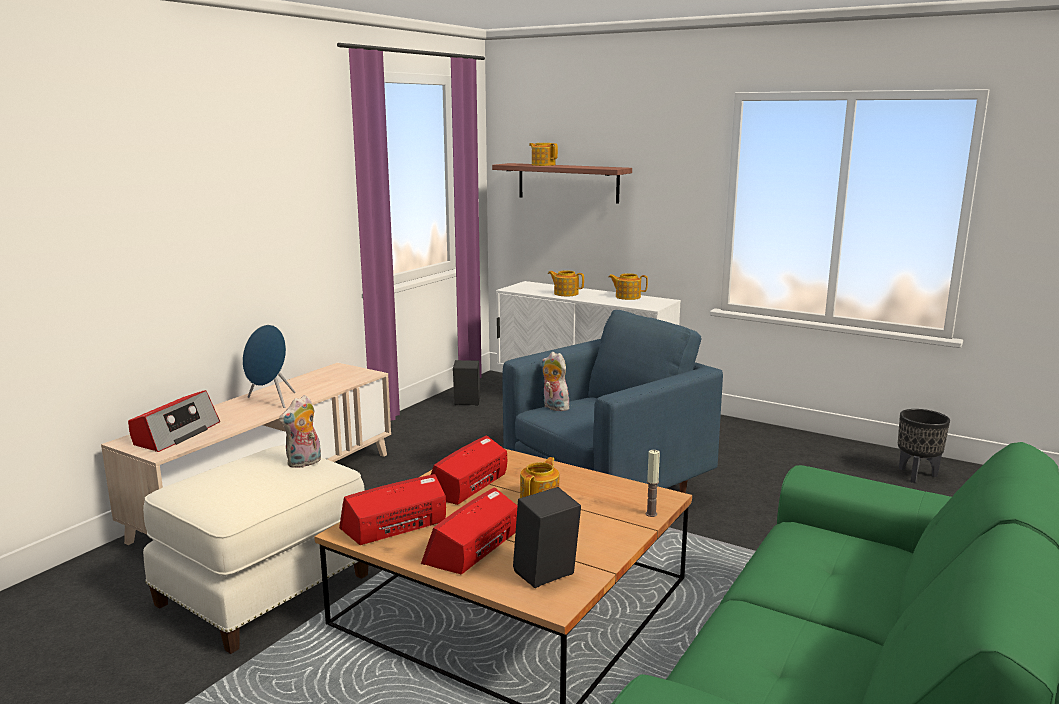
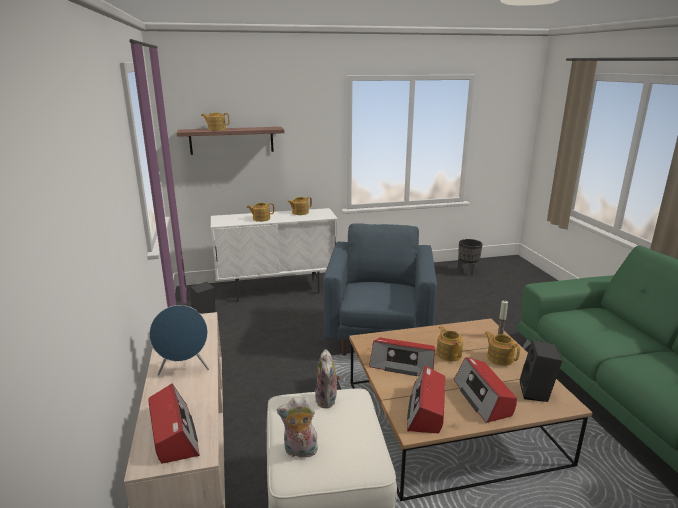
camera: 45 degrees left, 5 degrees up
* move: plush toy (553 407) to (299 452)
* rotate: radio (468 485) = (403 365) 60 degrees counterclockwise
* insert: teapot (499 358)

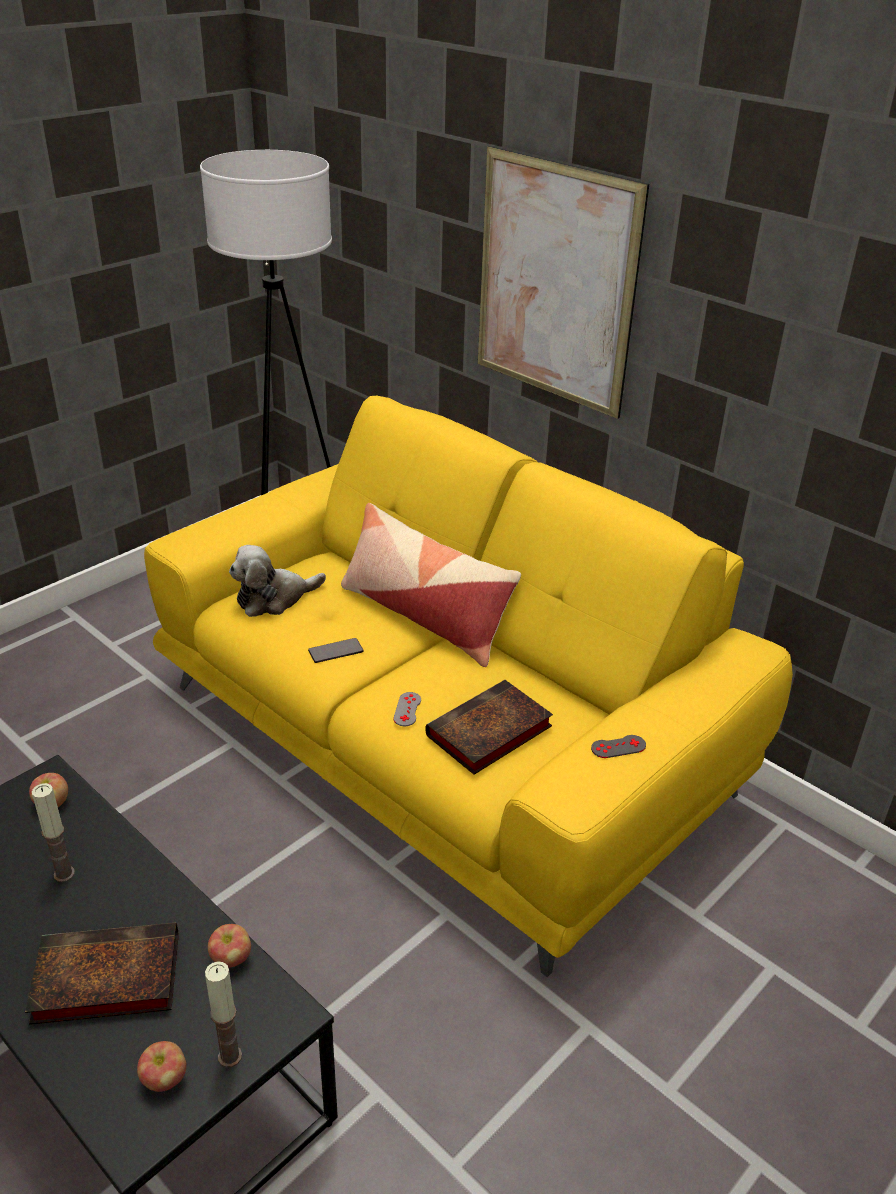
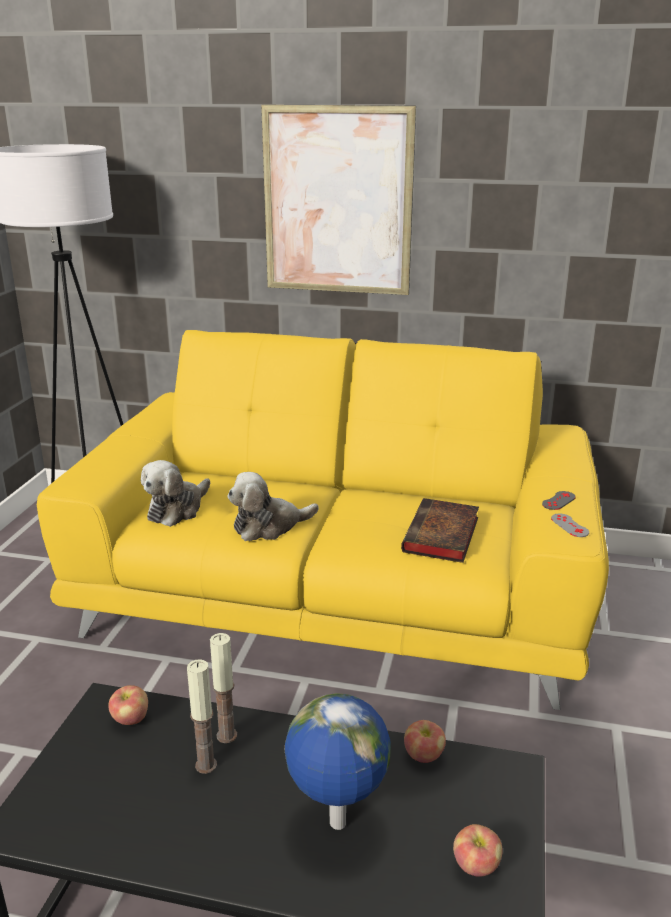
camera: 30 degrees left, 10 degrees down
* move: candle (230 1056) to (226 735)
* replace: phone (336 651) to plush toy (269 526)
* replace: book (103 980) to globe (336 824)
* move: game controller (grey) (407 709) to (569 525)
* delete: pillow (424 615)

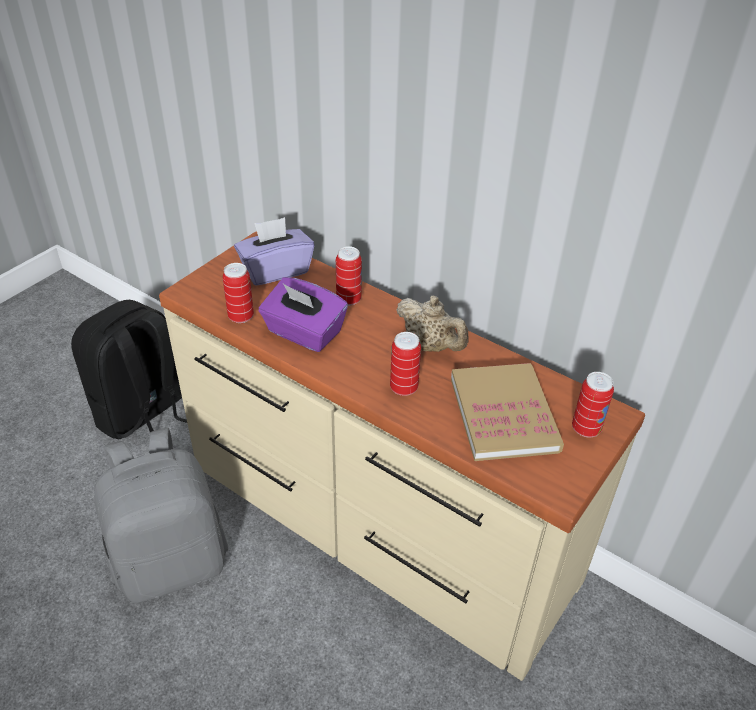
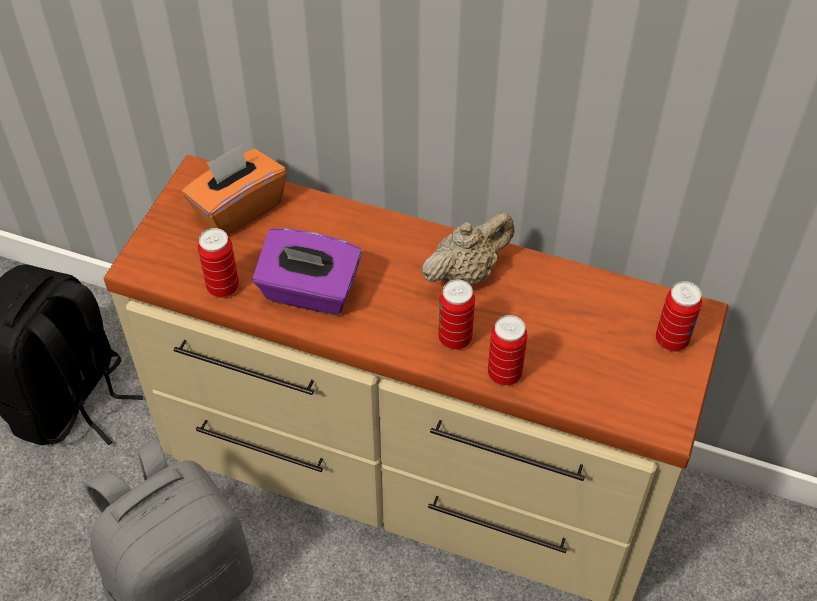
camera: 15 degrees left, 10 degrees up
* recolor: tissue box (purple) (275 270) to tissue box (orange) (238 209)
* rotate: teapot (beige) (430 346) = (466 273) 60 degrees counterclockwise
* move: can (348 299) to (504 374)
* delete: book (503 414)

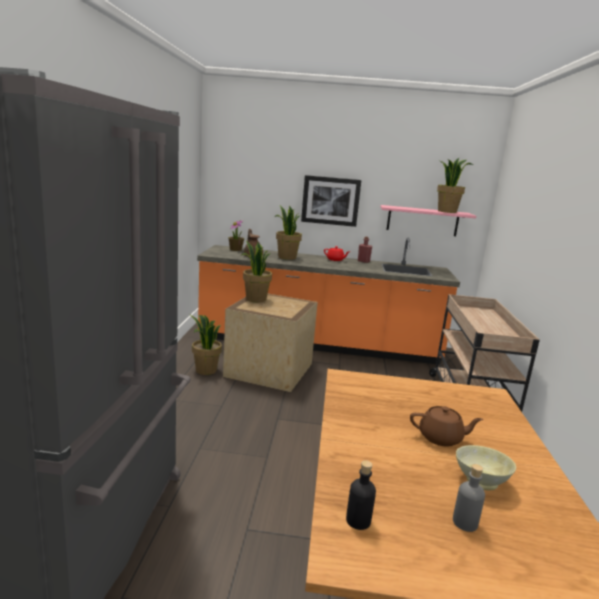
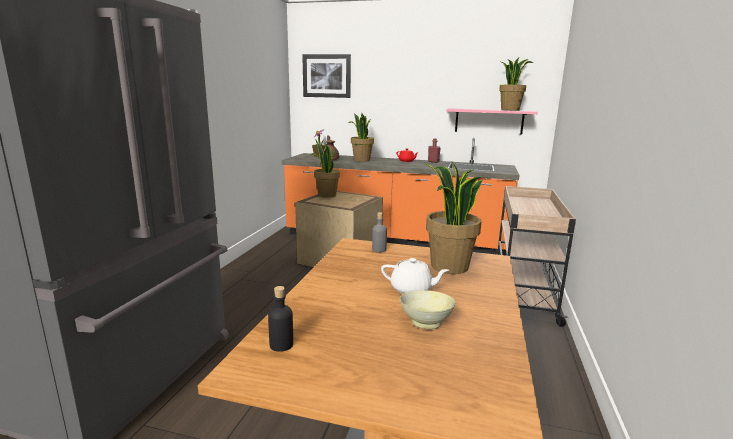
camera: 10 degrees right, 0 degrees up
* move: picture (330 201) to (326 76)
* move: bottle (grey) (465 522) to (379 250)
* recolor: teapot (brown) (441 438) to teapot (white) (412 289)
* move: potted plant (205 370) to (448 267)

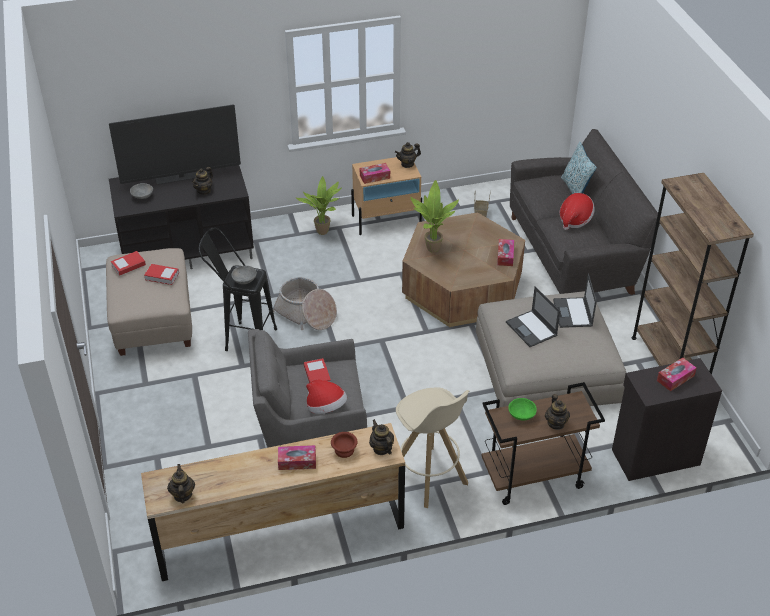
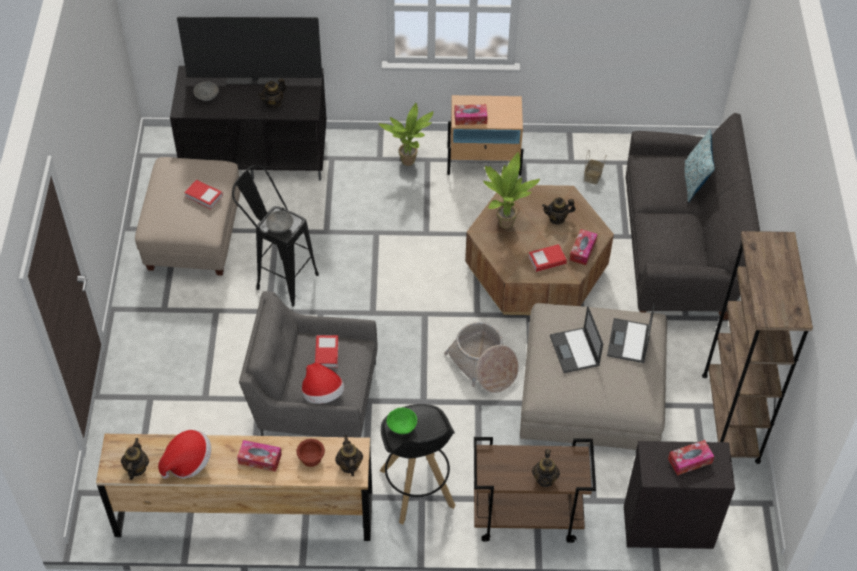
camera: 15 degrees right, 10 degrees up
* move: hat (574 219) to (187 462)
* recolor: stool (beige) (429 477) to stool (black) (417 489)
* move: bowl (green) (521 415) to (401 426)
* move: basket (306 314) to (483 365)
* move: book (128 265) to (547 260)
* move: teapot (407 164) to (557 218)

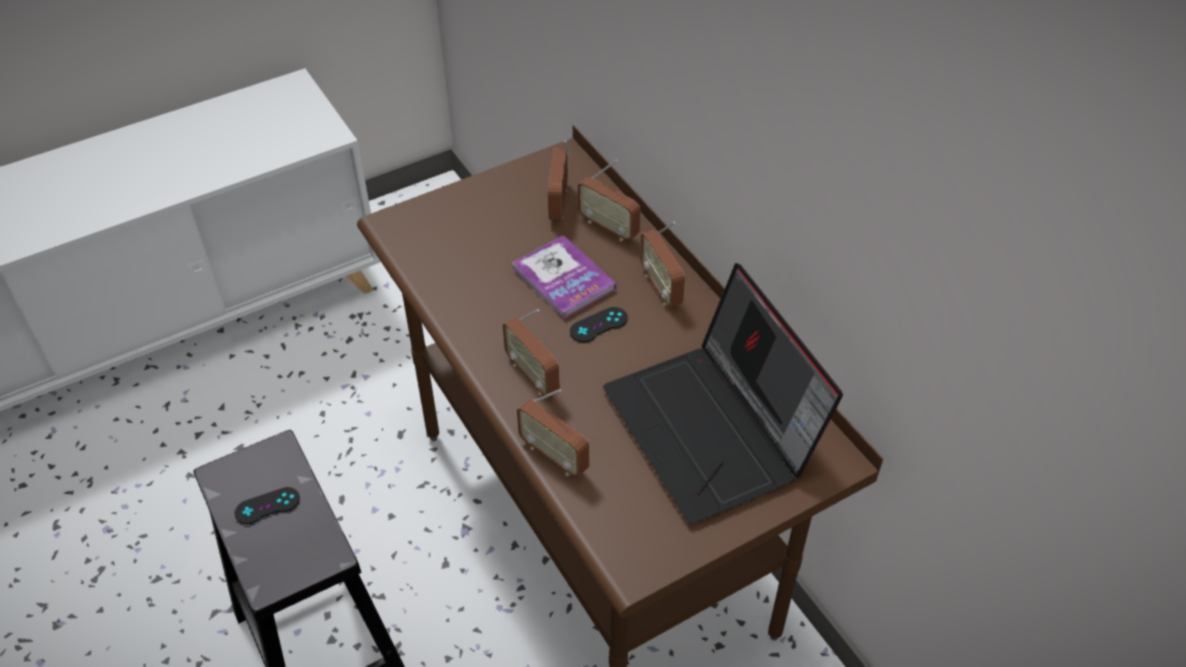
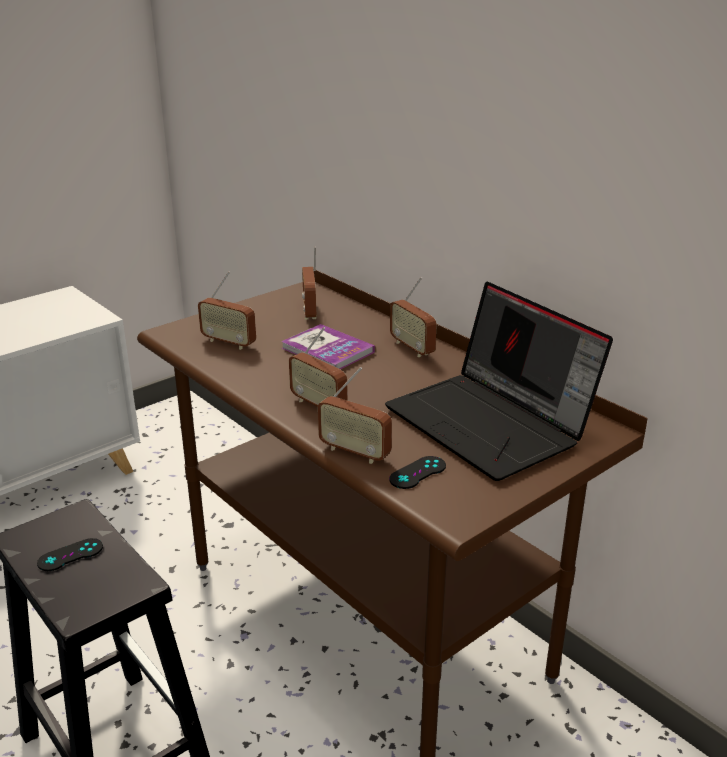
camera: 10 degrees left, 20 degrees down
* move: radio (608 227) to (229 342)
* move: game controller (black) (598 325) to (417 473)

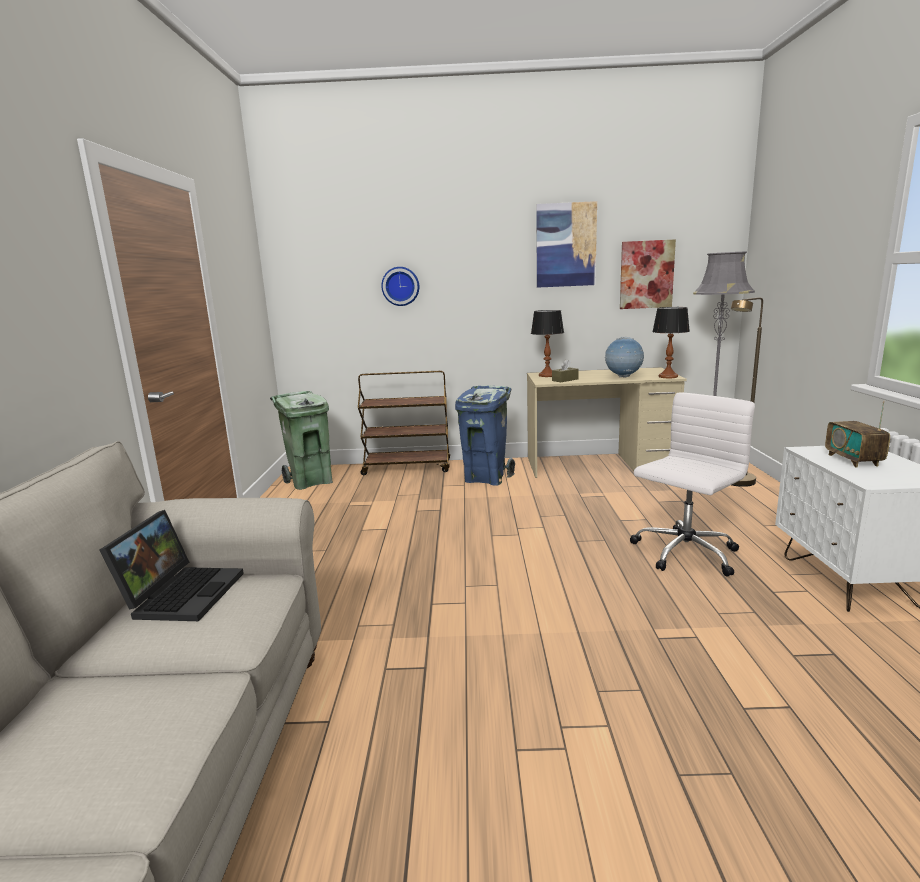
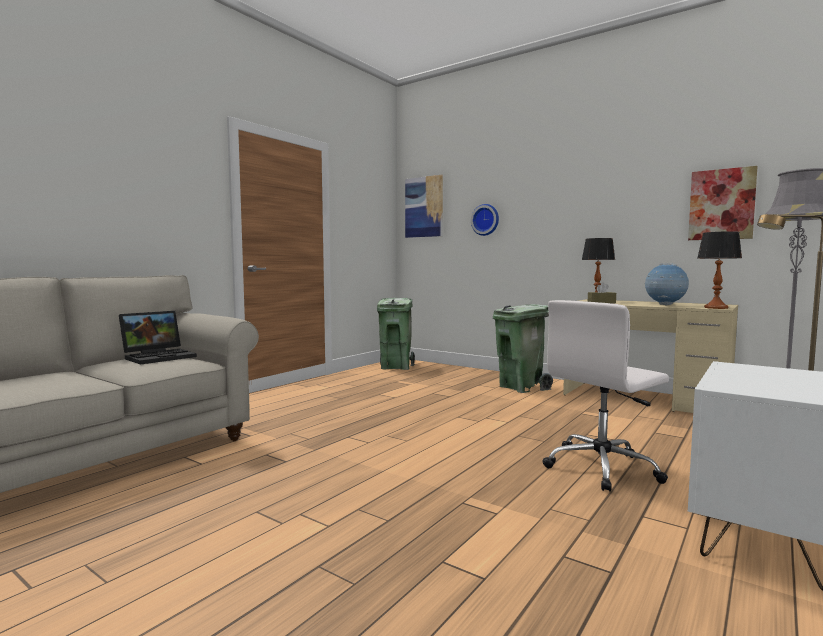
camera: 35 degrees right, 10 degrees down
* move: picture (566 245) to (424 207)
* recolor: trash can (blue) (486 478) to trash can (green) (521 387)
* rotate: office chair (white) (684 553) = (602 467) 150 degrees clockwise
* delete: cart (brown) (408 467)
* delete: radio (853 460)

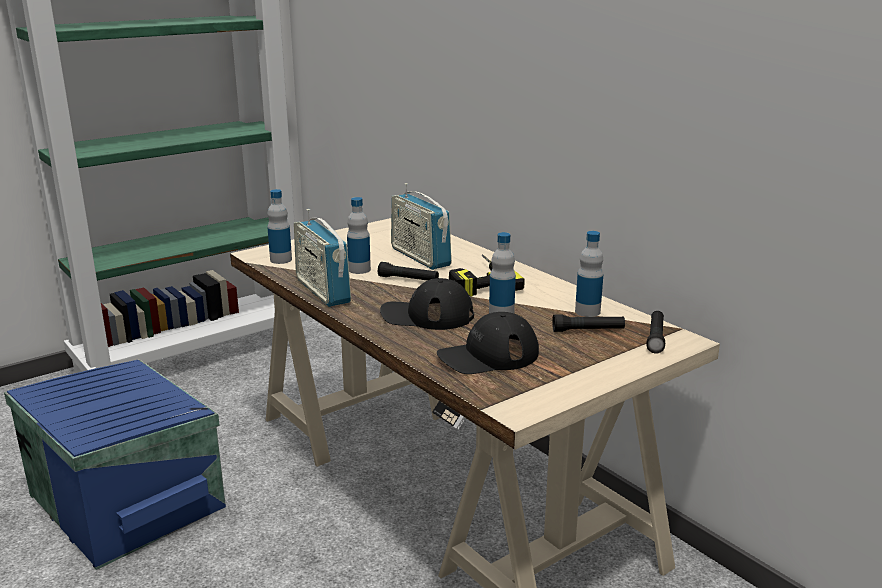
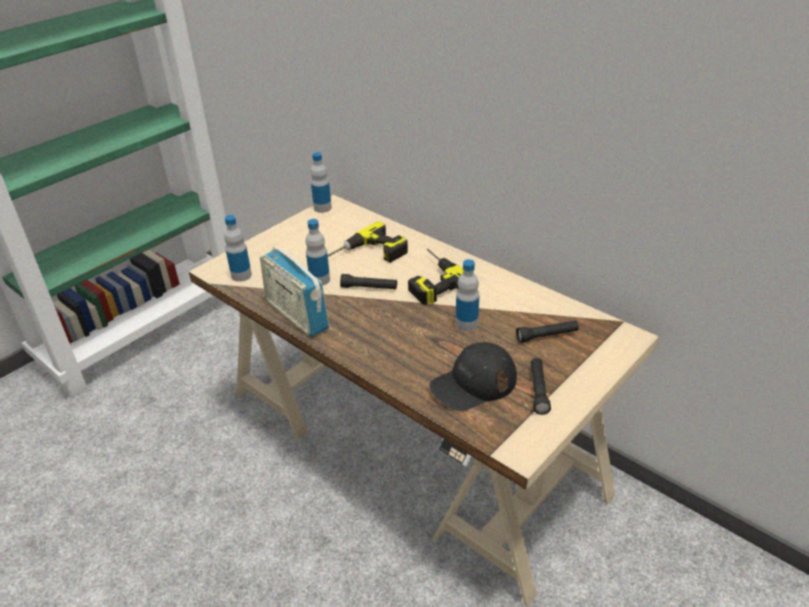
camera: 10 degrees left, 15 degrees up
* move: bottle (587 312) to (322 208)
* replace: radio (420 257) to power drill (369 254)
* move: flashlight (black) (655 338) to (538 390)
* delete: storage box (blue) (128 499)
* delete: cap (black) (427 315)

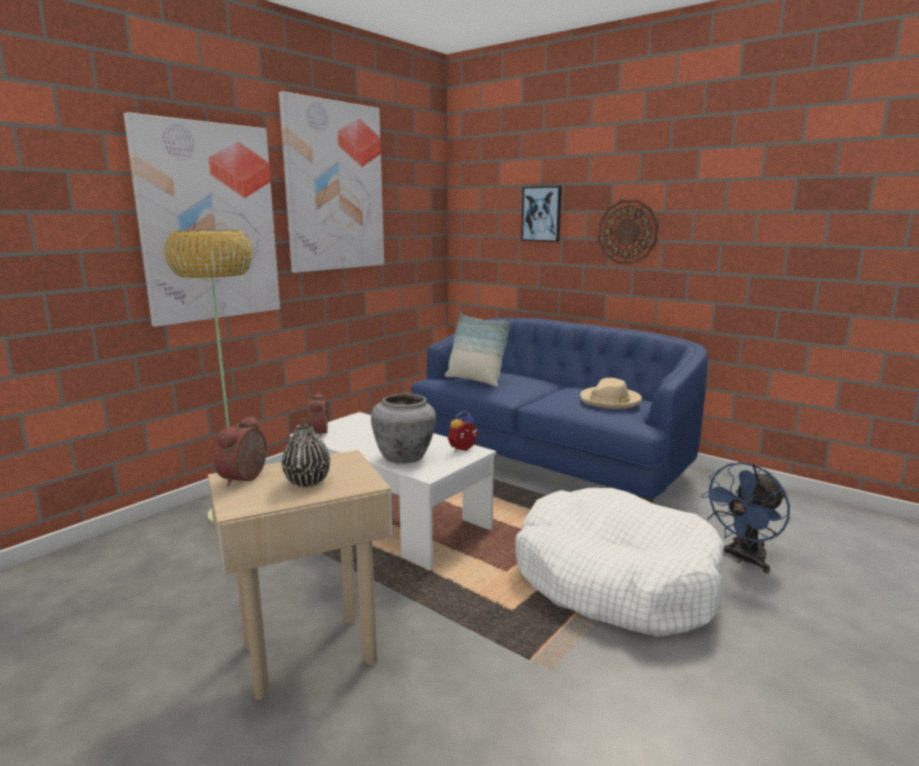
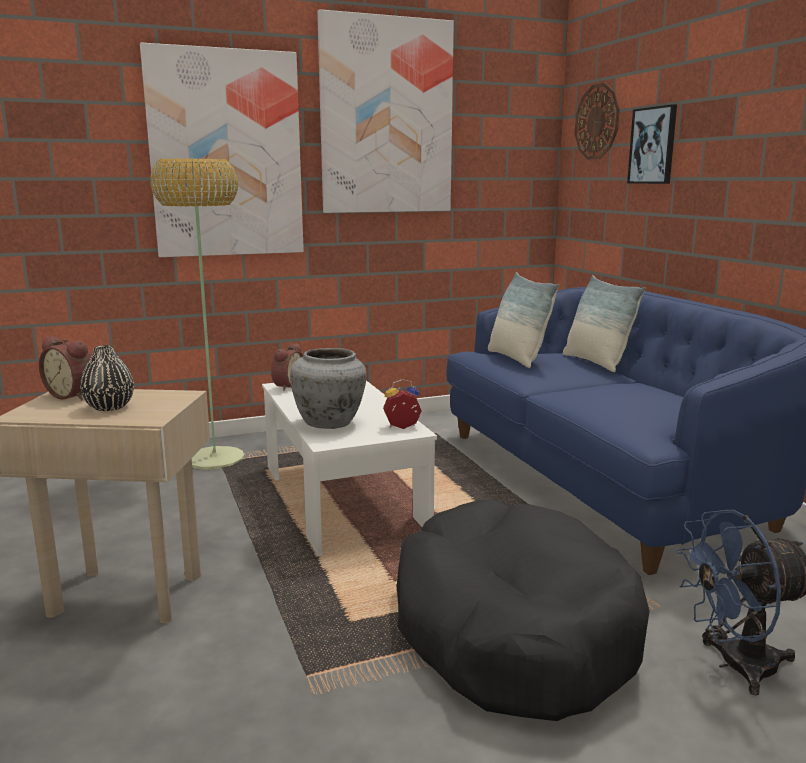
camera: 30 degrees right, 0 degrees up
* rotate: alarm clock (246 478) = (73 395) 105 degrees counterclockwise
* recolor: dog bed (white) (614 579) to dog bed (black) (512 630)
* insert: pillow (596 362)
* move: wall clock (627 232) to (597 122)
* delete: hat (beige) (610 401)

